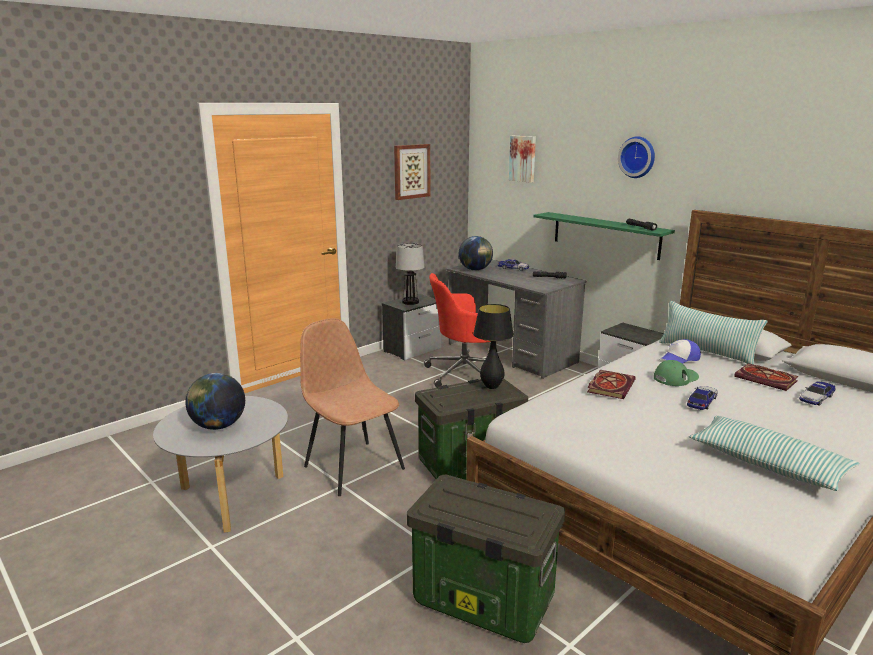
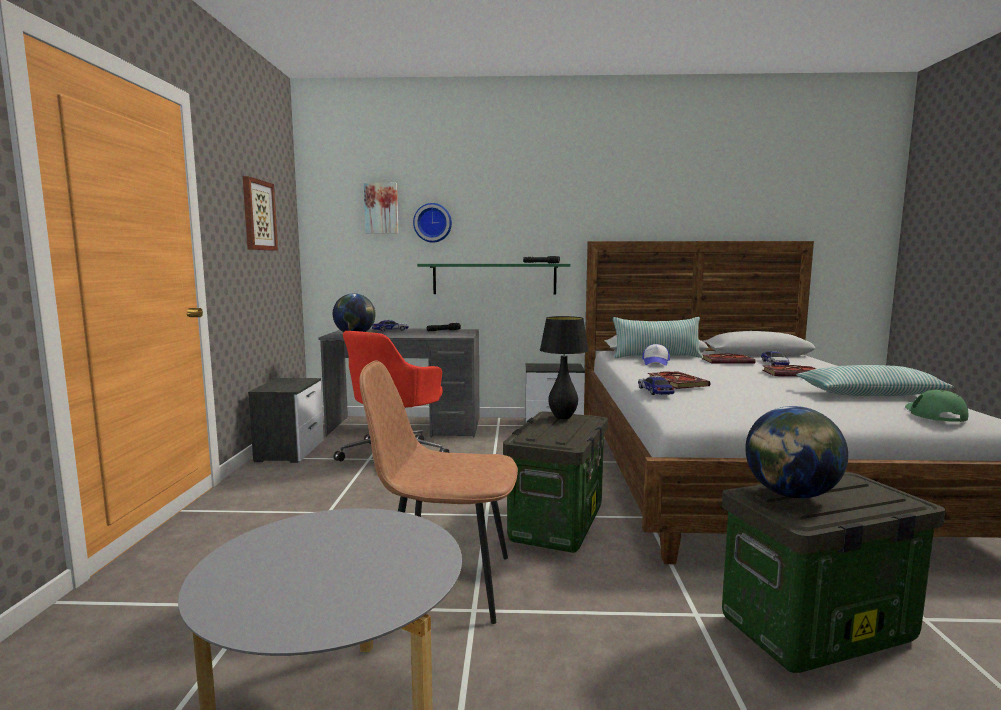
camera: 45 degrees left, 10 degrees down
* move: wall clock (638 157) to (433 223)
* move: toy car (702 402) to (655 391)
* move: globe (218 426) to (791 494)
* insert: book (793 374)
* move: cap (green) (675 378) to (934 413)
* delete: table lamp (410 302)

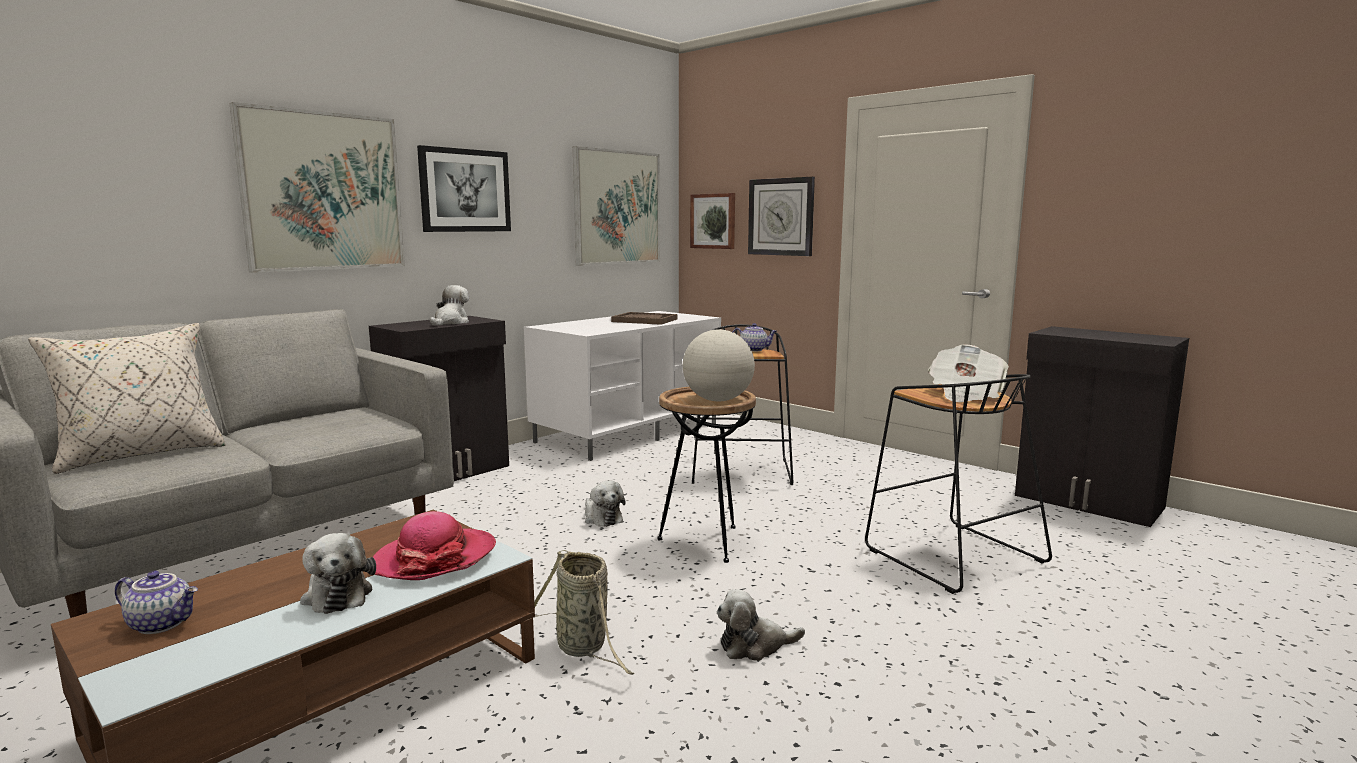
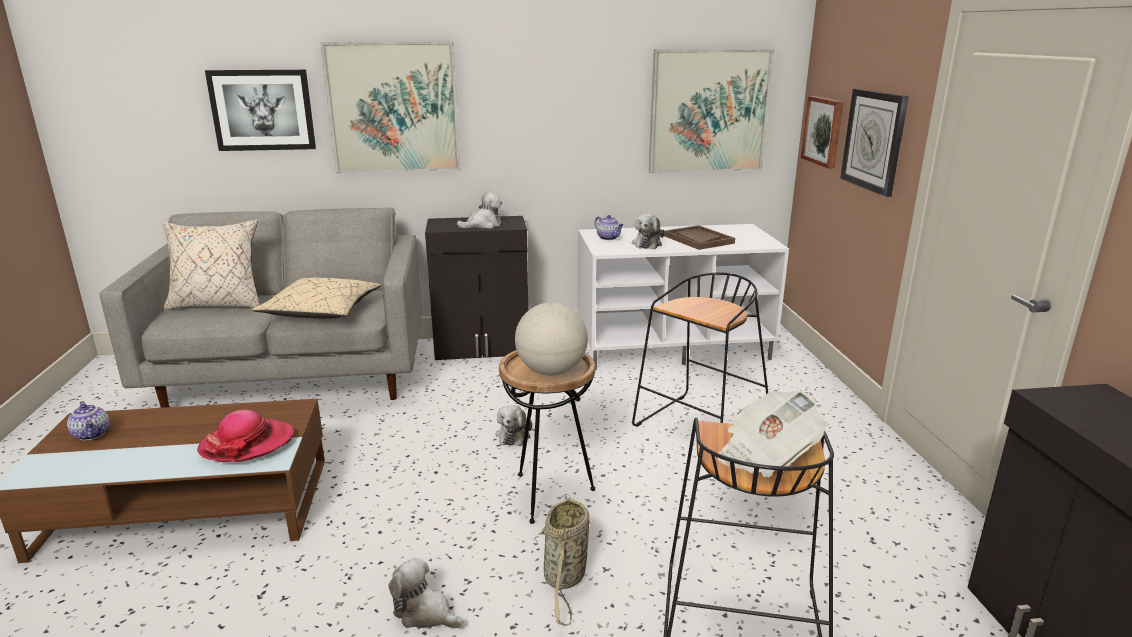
camera: 40 degrees right, 10 degrees up
* move: picture (465 190) to (262 110)
* insert: pillow (beige) (321 312)
* move: basket (584 648) to (564 579)
* move: teapot (754 350) to (609 238)
* move: plush toy (338 594) to (647 244)

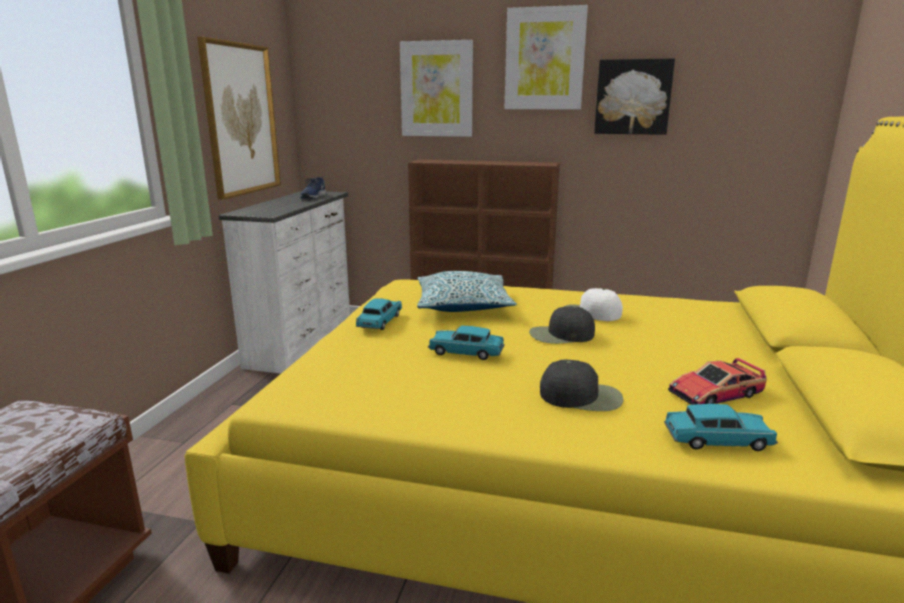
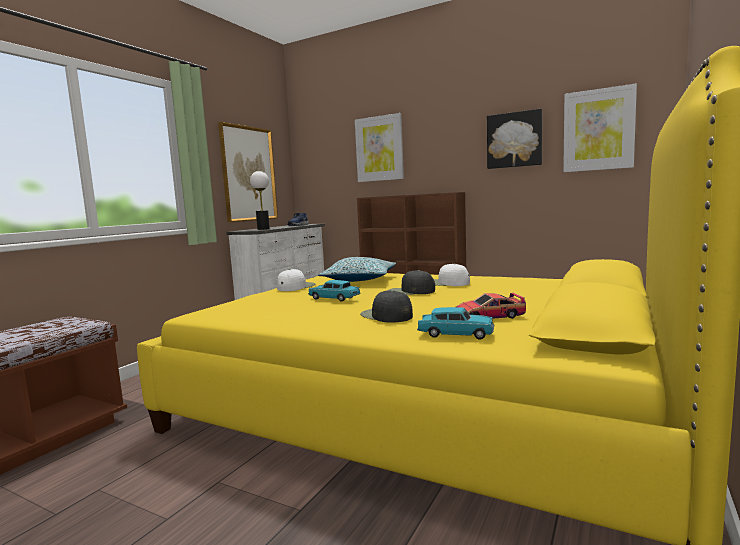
camera: 15 degrees right, 10 degrees down
* insert: table lamp (263 229)
* replace: toy car (turquoise) (380 322) to cap (white) (295 287)
* rotate: cap (black) (582 396) = (386 315) 150 degrees counterclockwise
* move: picture (544 59) to (598 130)

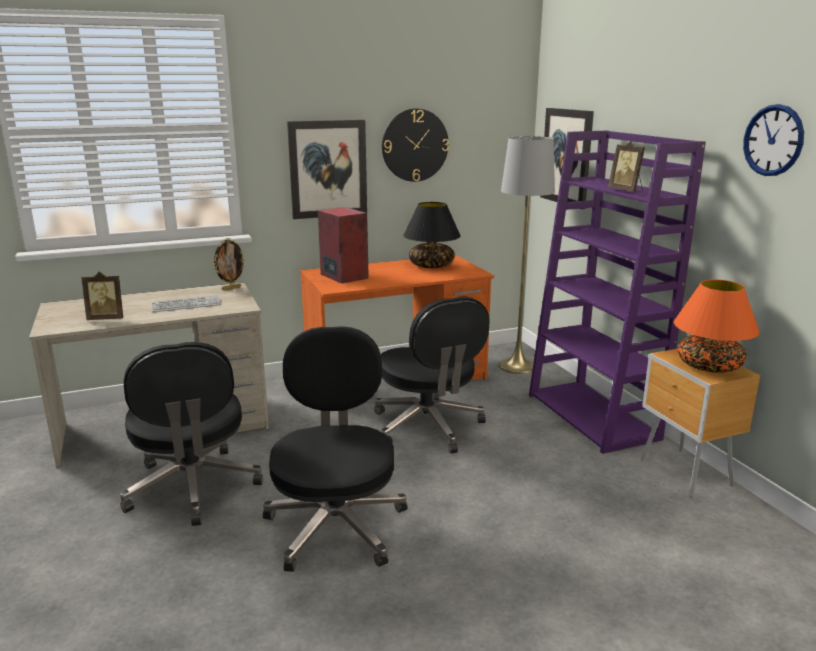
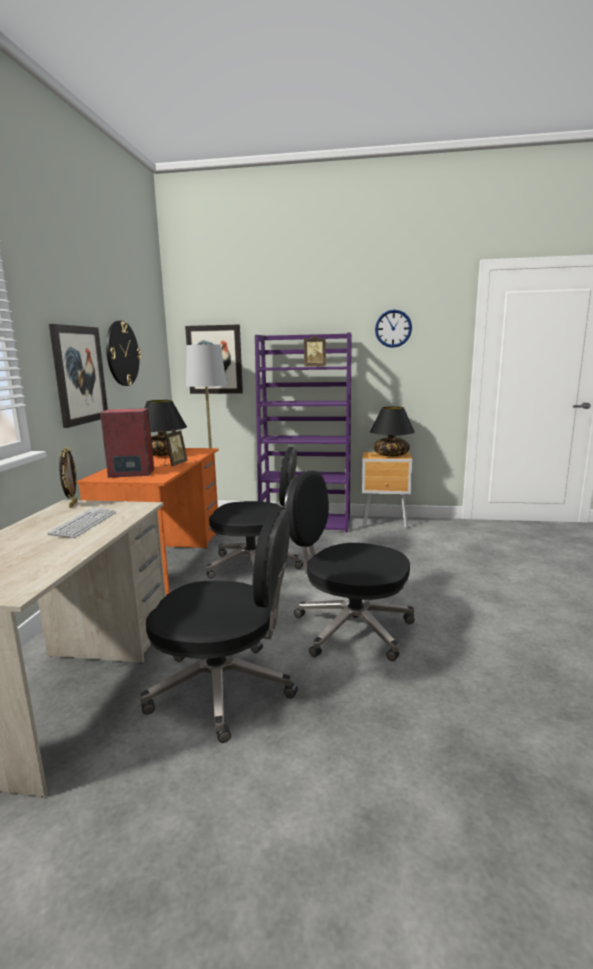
camera: 60 degrees left, 5 degrees down
* move: picture frame (107 318) to (175 464)
* recolor: table lamp (orange) (709 366) to table lamp (black) (391 455)

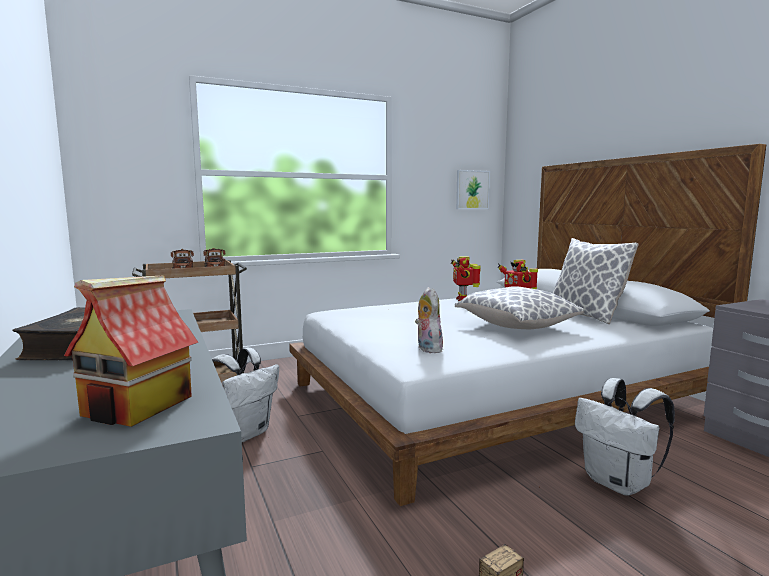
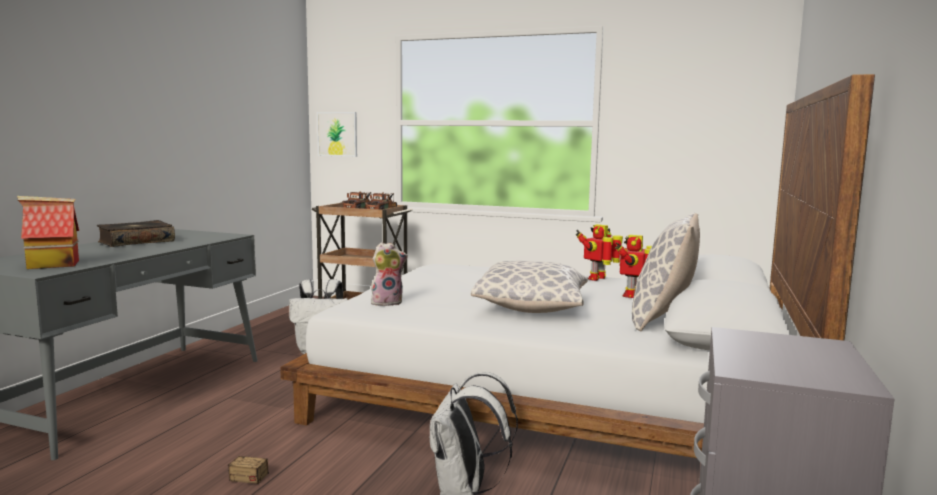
camera: 45 degrees right, 0 degrees up
* move: picture (472 190) to (337 134)
* rotate: plush toy (427 349) = (387 302) 45 degrees clockwise

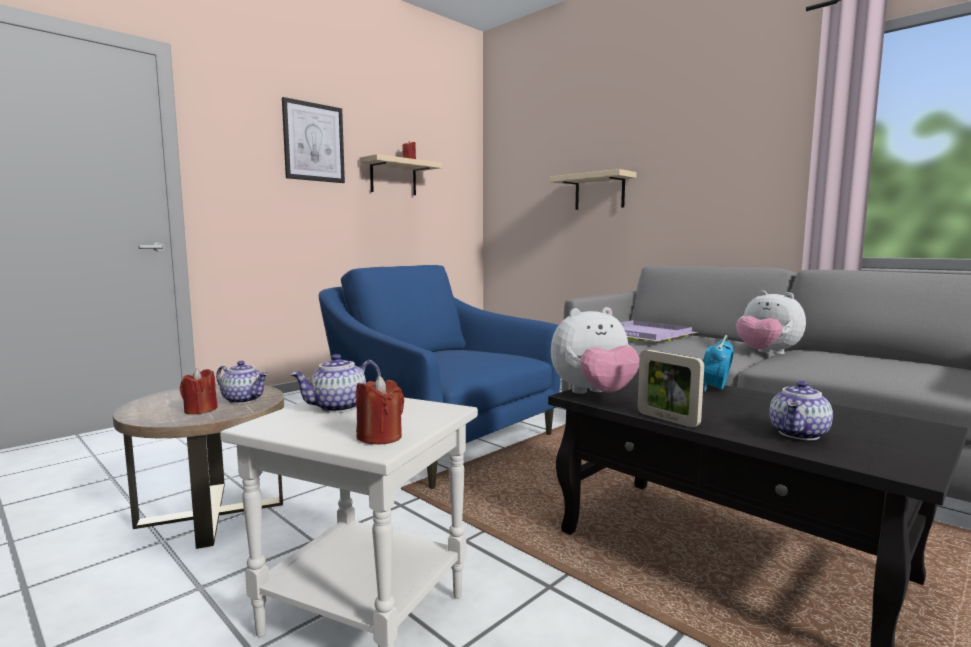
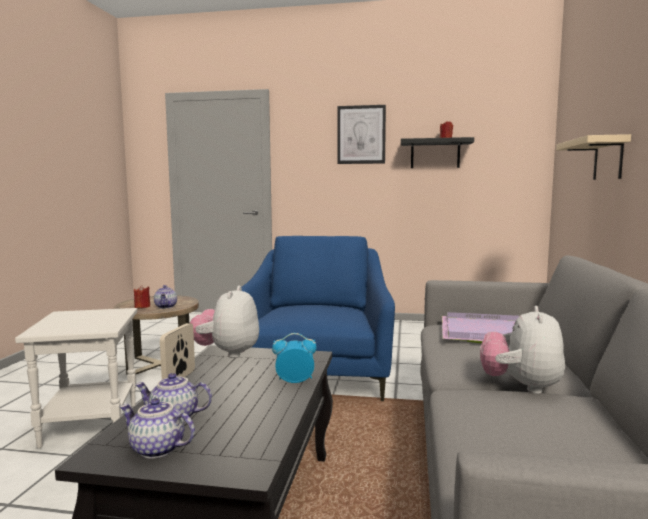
camera: 55 degrees right, 0 degrees up
* move: teapot (338 407) to (156 449)
* rotate: plush toy (594 394) = (227 353) 60 degrees clockwise
* recolor: shelf (beige) (393 177) to shelf (black) (435 154)
* delete: candle (red) (380 437)

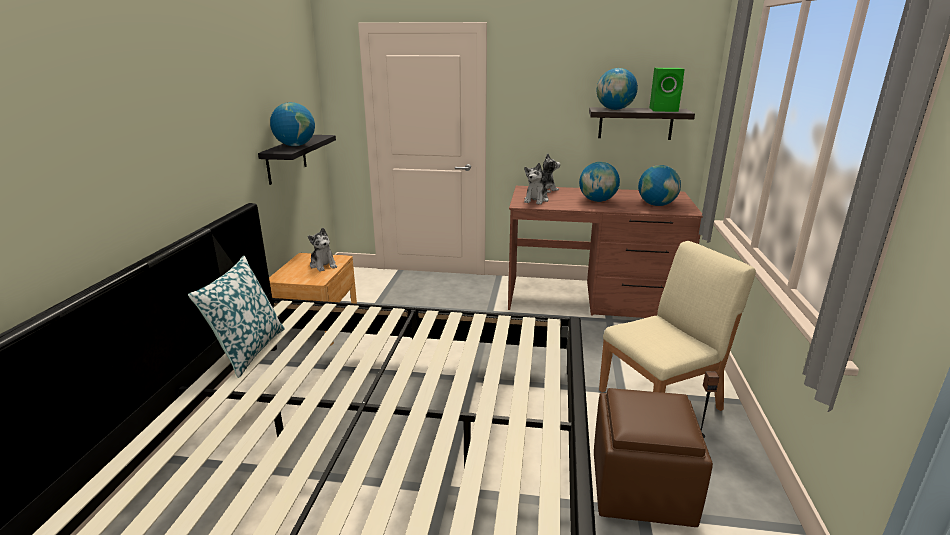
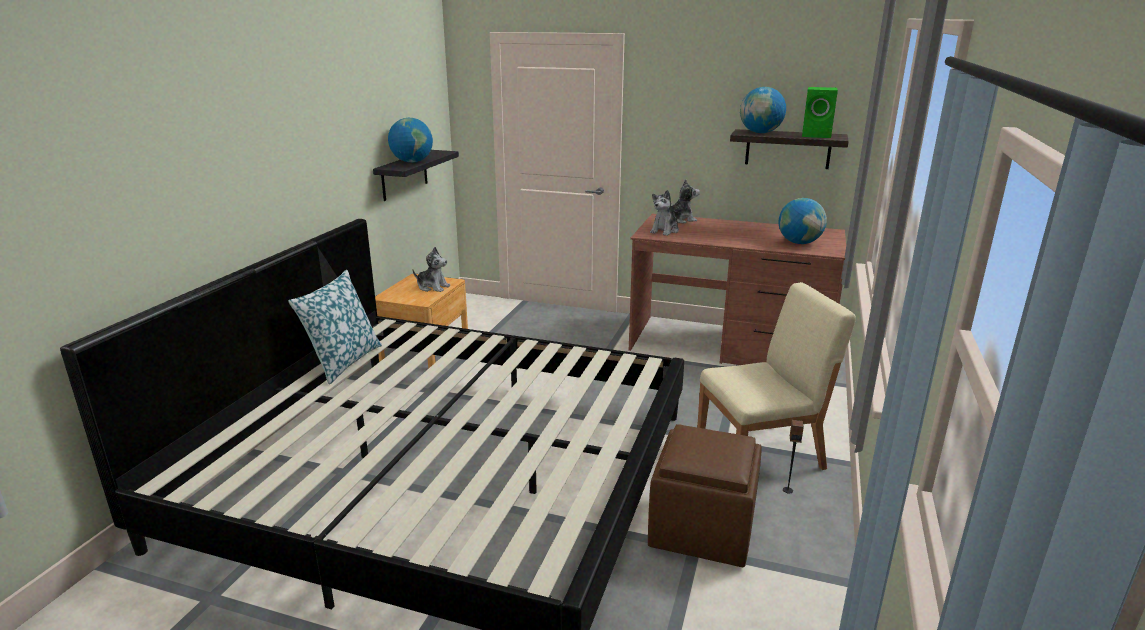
camera: 10 degrees right, 0 degrees up
* rotate: plush toy (323 265) = (433 287) 45 degrees counterclockwise
* delete: globe (597 200)

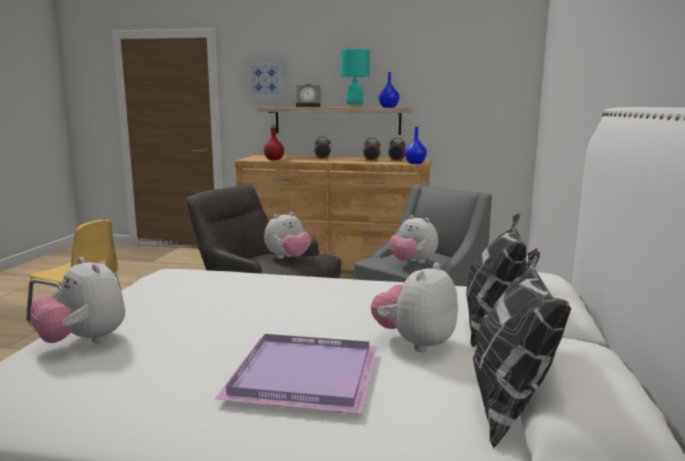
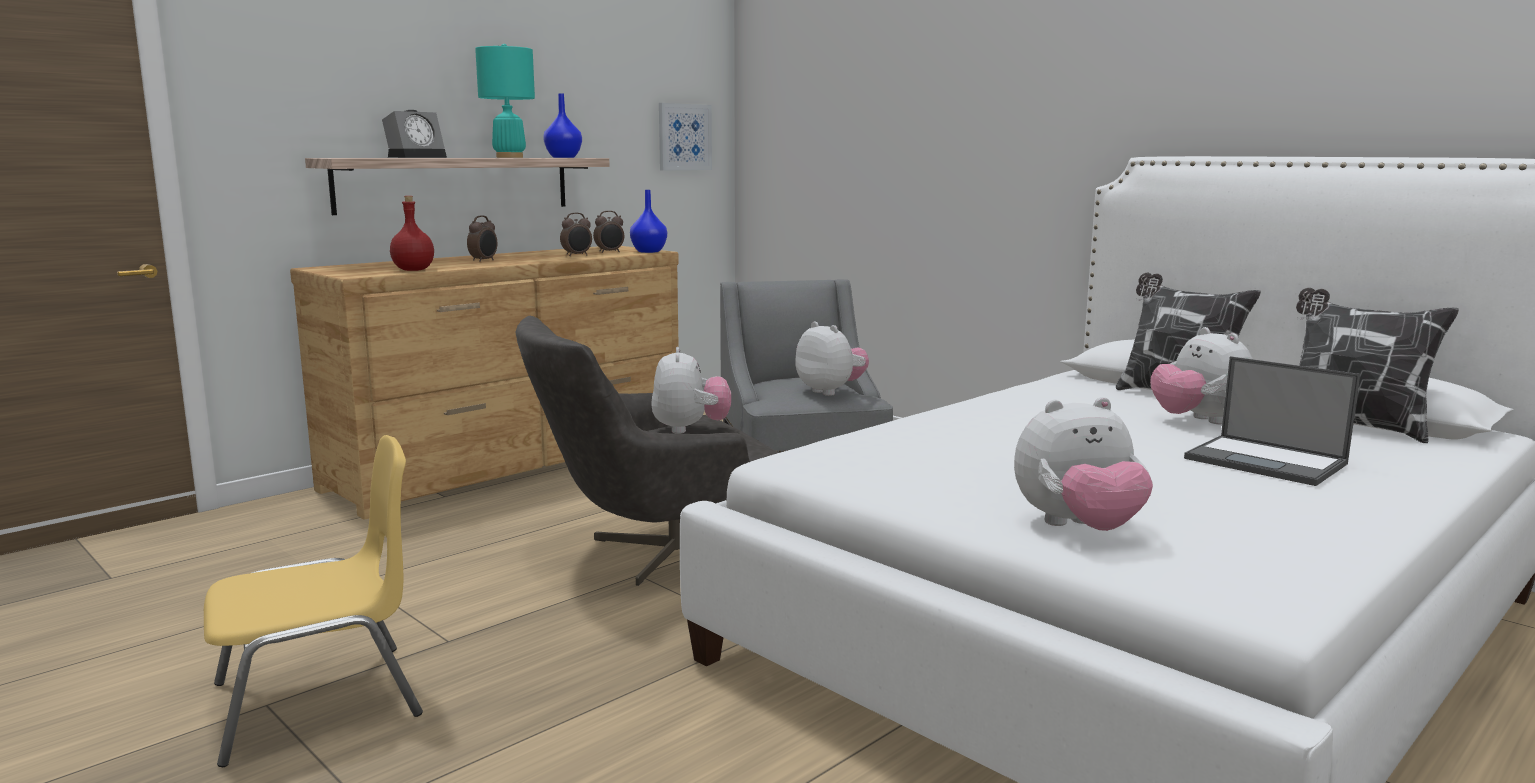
camera: 55 degrees left, 0 degrees up
* move: picture (265 79) to (684 137)
* rotate: plush toy (412 262) = (830 391) 120 degrees counterclockwise
* replace: tray (purple) (306 377) to laptop (1267 461)

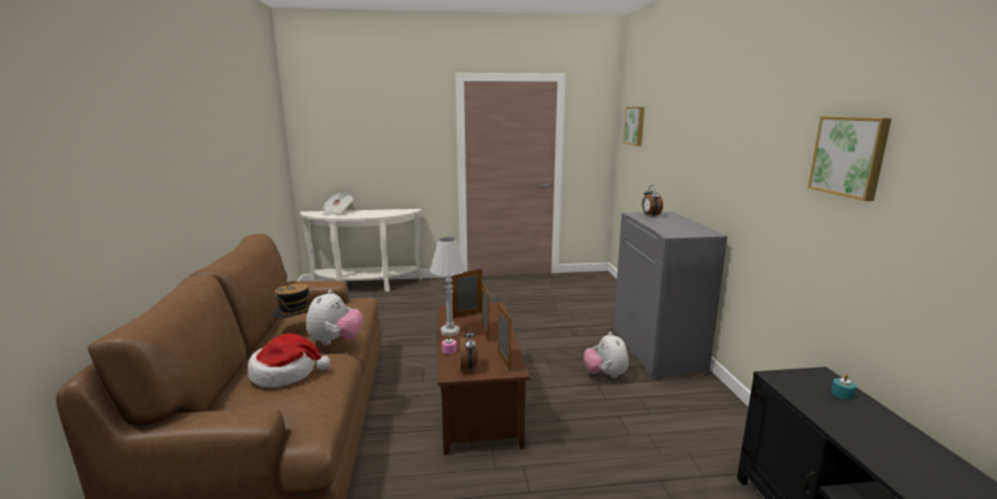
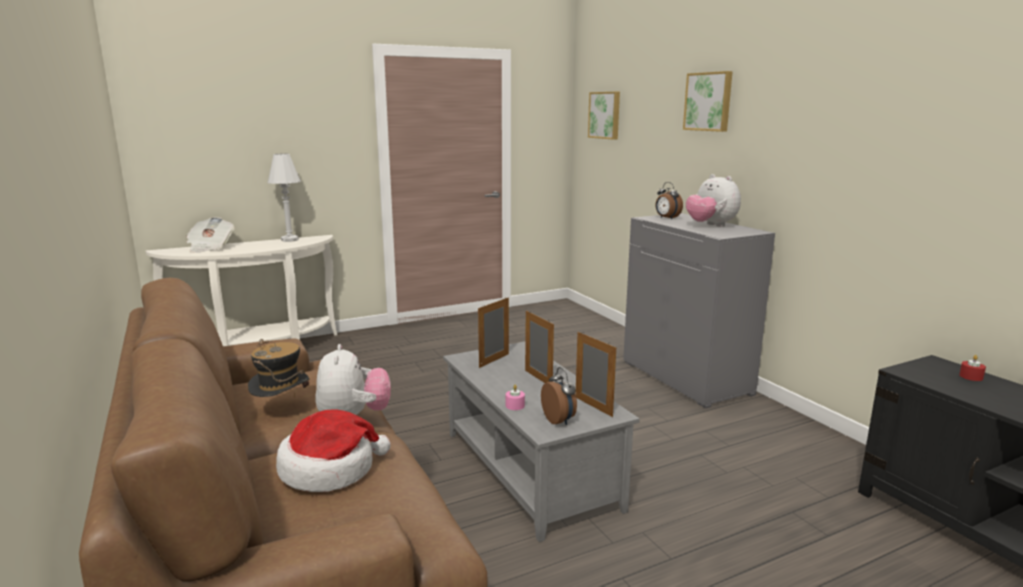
camera: 20 degrees left, 0 degrees up
* move: table lamp (white) (450 331) to (289 240)
* recolor: coffee table (brown) (476 400) to coffee table (grey) (527 470)
* move: picture (850 156) to (709 101)
* move: plush toy (605 375) to (711 225)
* recolor: candle (turquoise) (842 394) to candle (red) (971 377)

